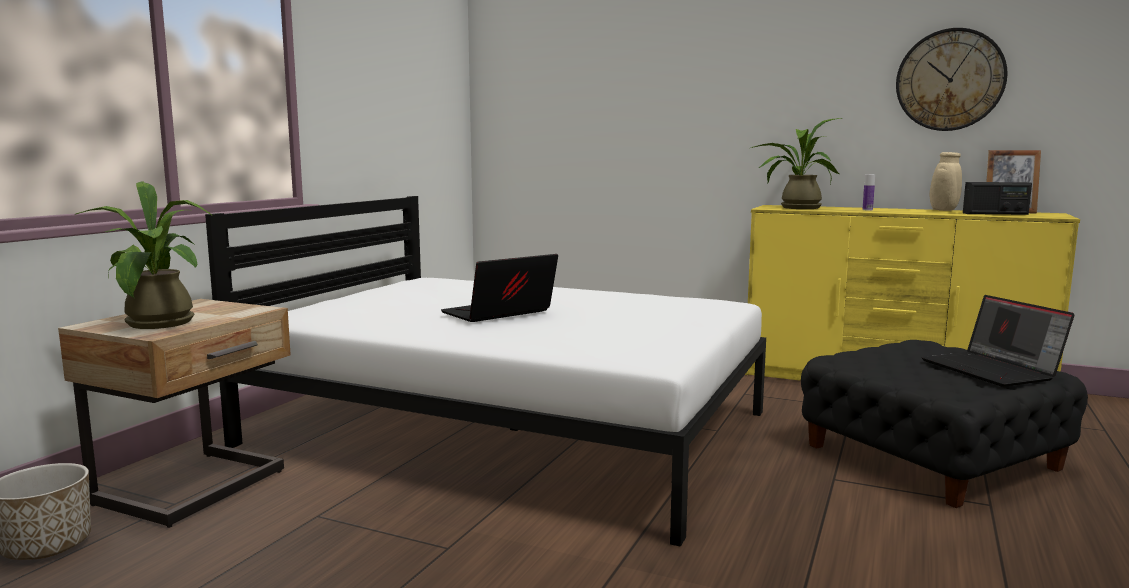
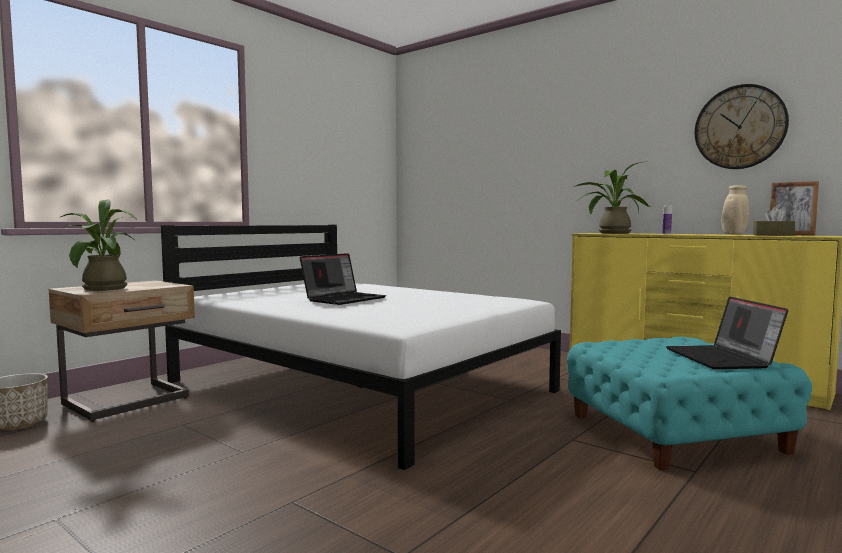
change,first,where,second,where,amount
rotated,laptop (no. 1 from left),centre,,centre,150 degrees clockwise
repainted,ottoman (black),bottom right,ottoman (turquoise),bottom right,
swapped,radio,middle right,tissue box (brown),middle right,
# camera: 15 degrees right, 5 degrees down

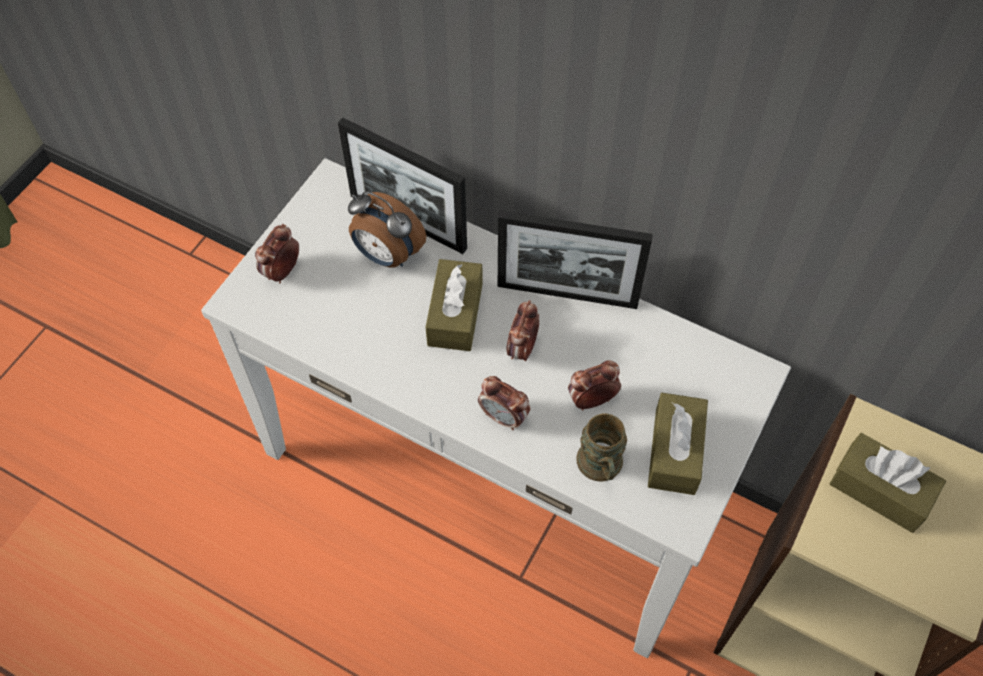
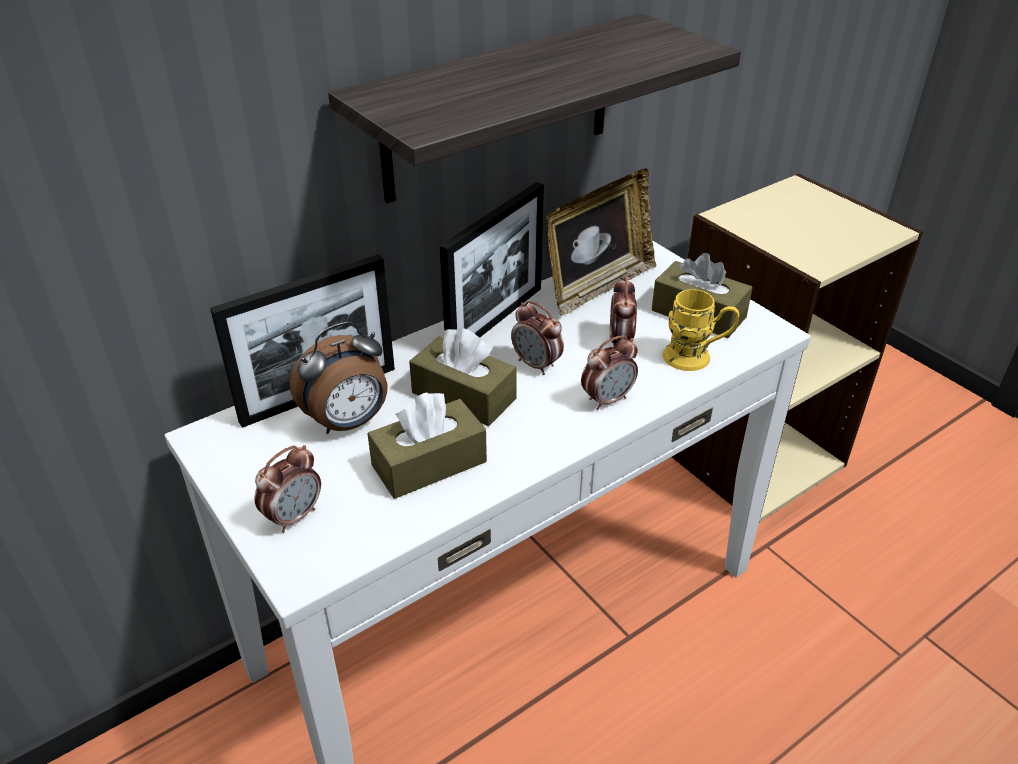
change,first,where,second,where,amount
rotated,alarm clock (no. 1 from left),middle left,,middle left,105 degrees counterclockwise
repainted,mug (brown),centre,mug (yellow),middle right,
shifted,tissue box (brown) (no. 3 from left in the first image),bottom right,tissue box (brown) (no. 1 from left),centre,
new,,,shelf,top centre,
new,,,picture frame (no. 3 from left),top centre,
# camera: 65 degrees left, 20 degrees down

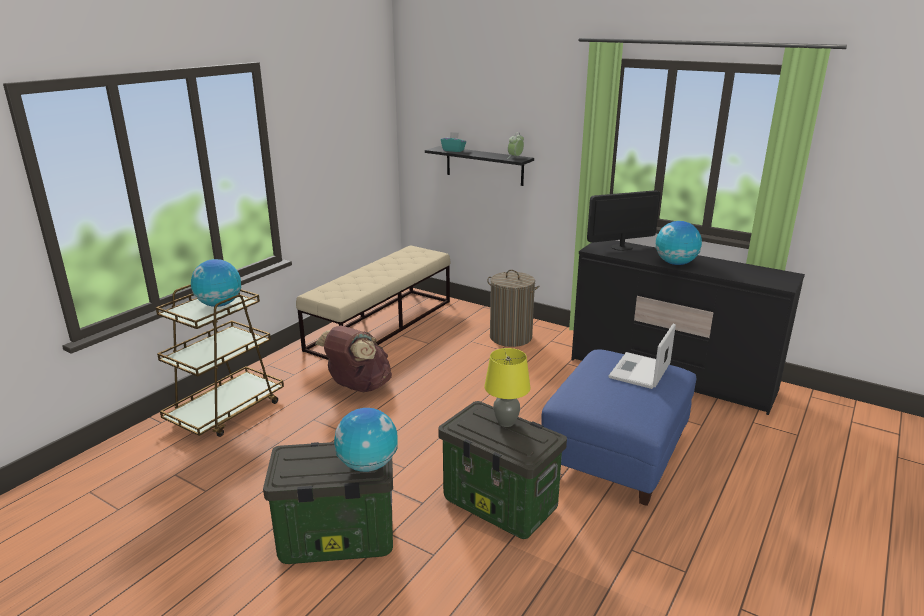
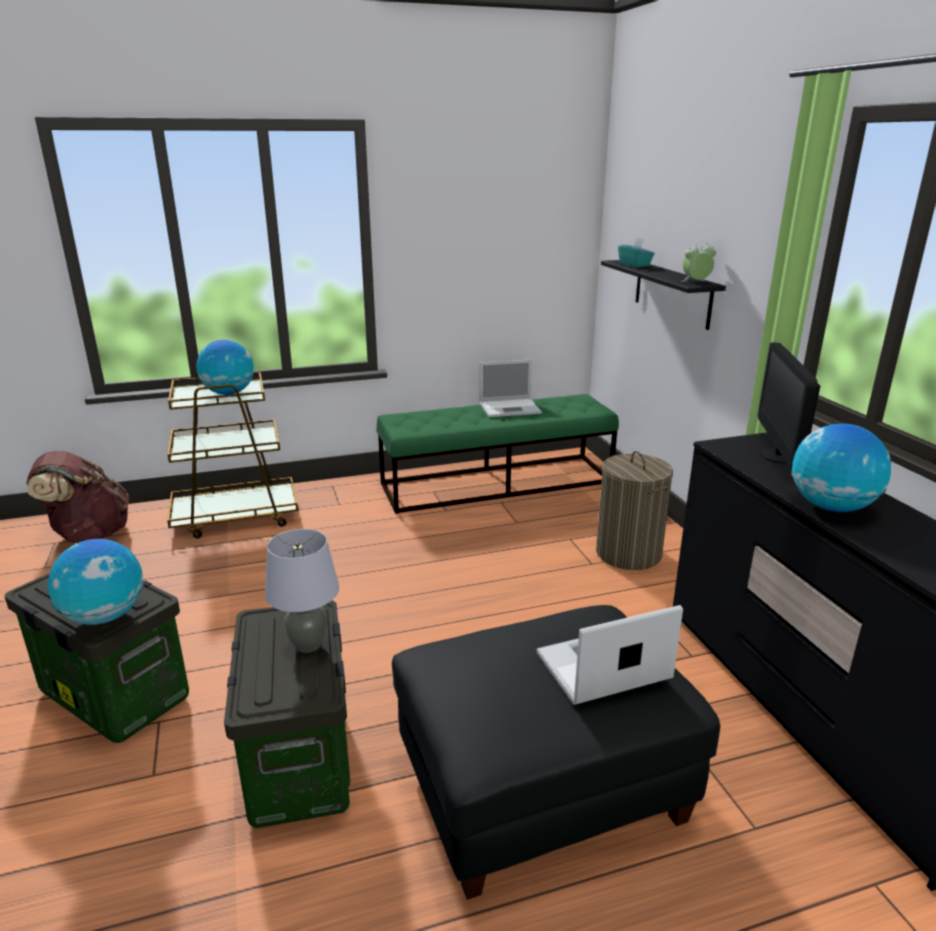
change,first,where,second,where,amount
repainted,bench (beige),centre,bench (green),centre,
shifted,backpack (brown),centre,,middle left,
repainted,table lamp (yellow),centre,table lamp (grey),middle left,
repainted,ottoman (blue),bottom right,ottoman (black),bottom centre,
rotated,monitor,middle right,,middle right,105 degrees counterclockwise
new,,,laptop (no. 1 from left),centre,
# camera: 40 degrees right, 0 degrees up

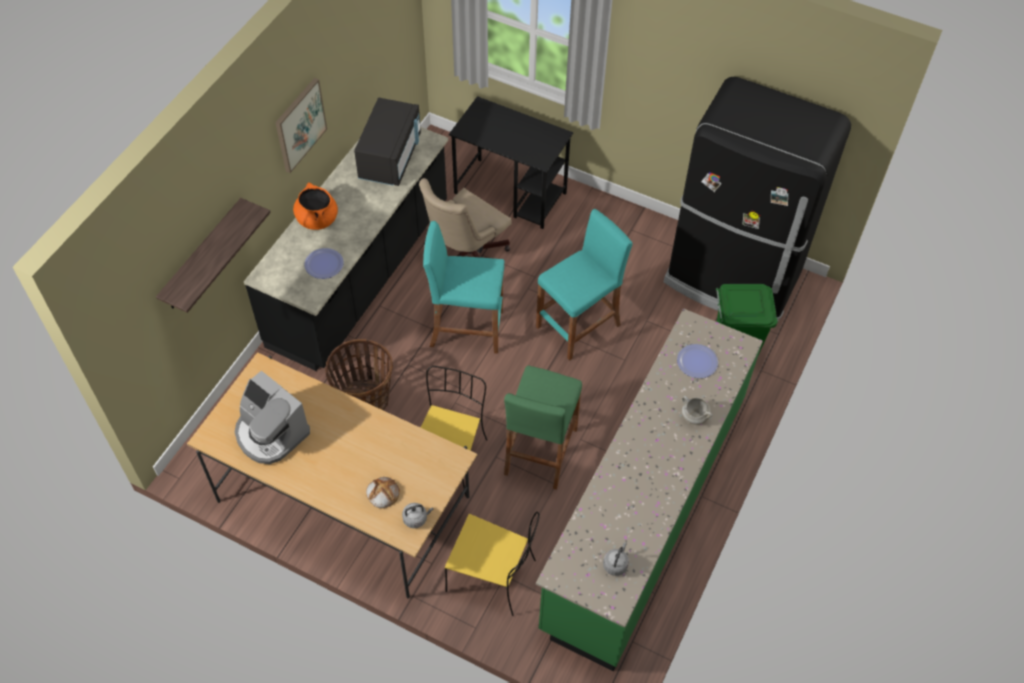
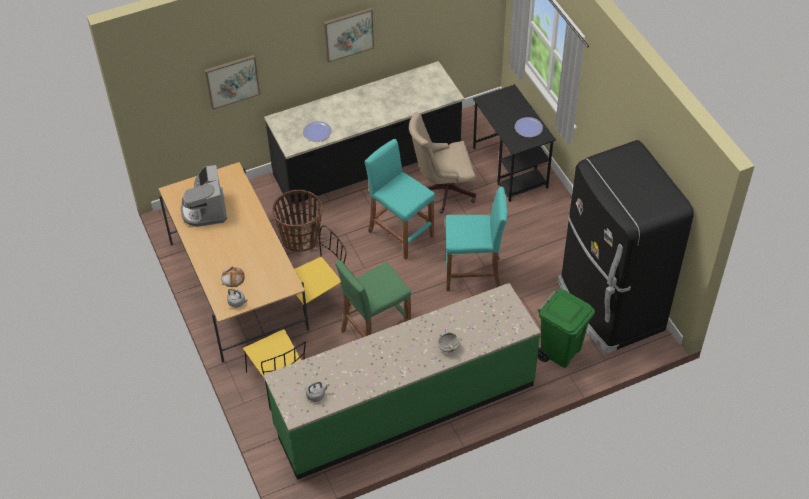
change,first,where,second,where,amount
swapped,shelf,middle left,picture (no. 1 from left),top left,
gone,cooking pot (orange),top left,,,
gone,microwave (black),top centre,,,
shifted,plate (no. 2 from left),middle right,,top centre,
# camera: 40 degrees right, 5 degrees down

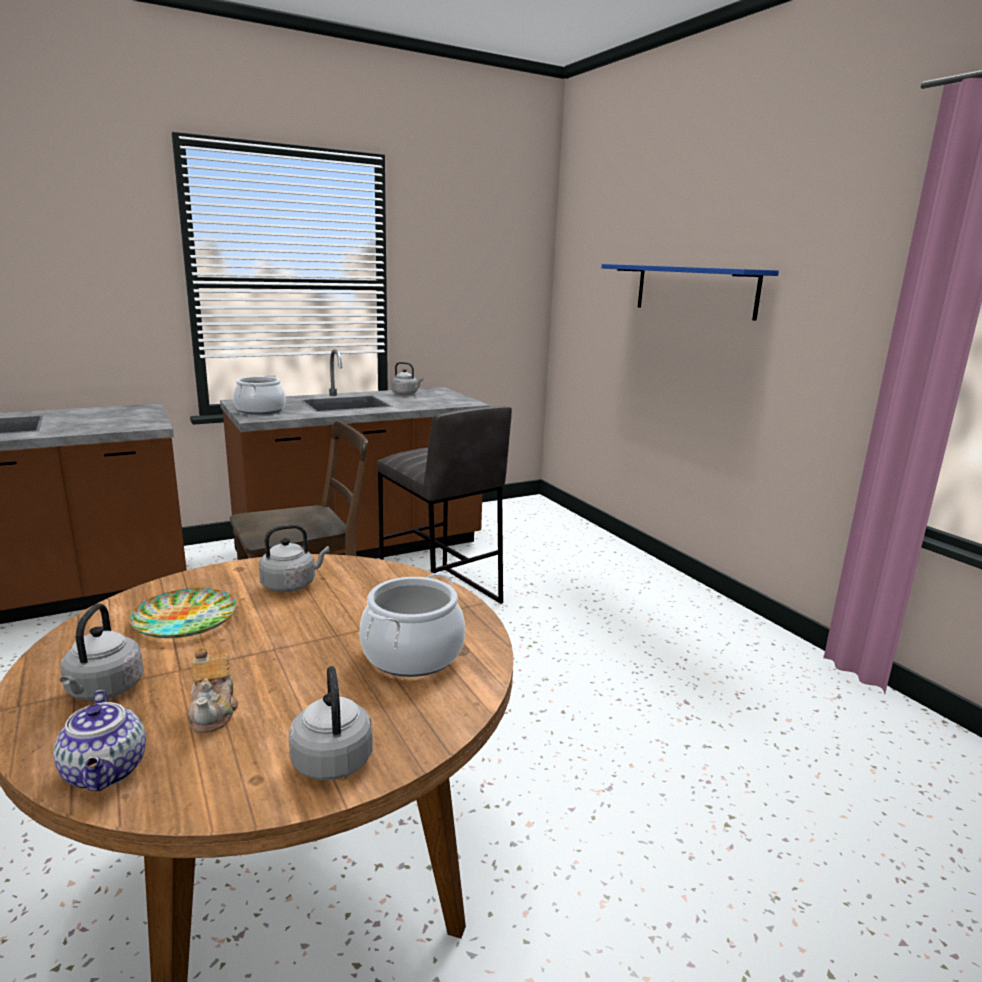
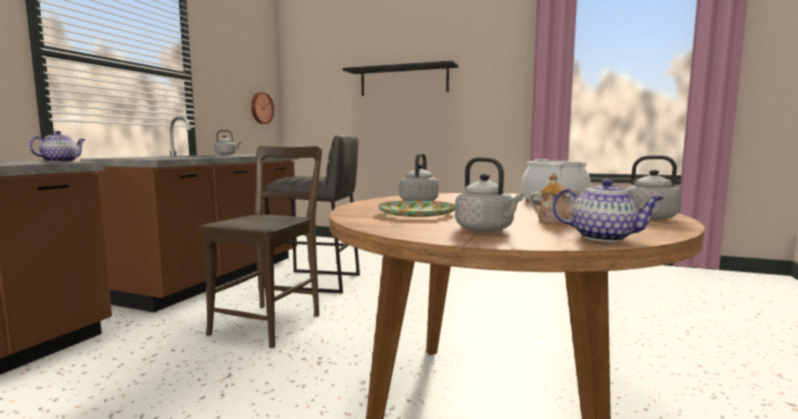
change,first,where,second,where,amount
gone,cooking pot (no. 1 from left),middle left,,,
repainted,shelf (blue),top right,shelf (black),top centre,
new,,,teapot (no. 1 from left),middle left,
new,,,wall clock,top left,
# camera: 40 degrees left, 10 degrees down

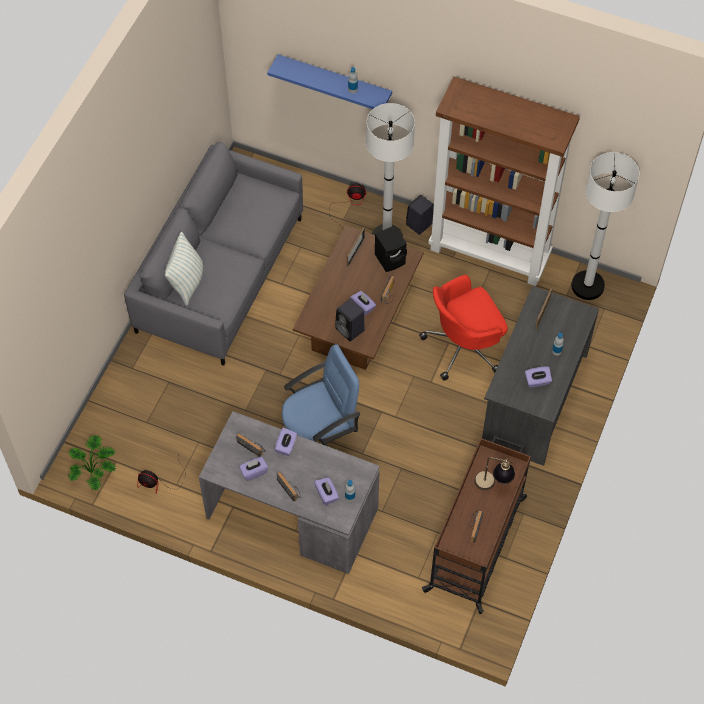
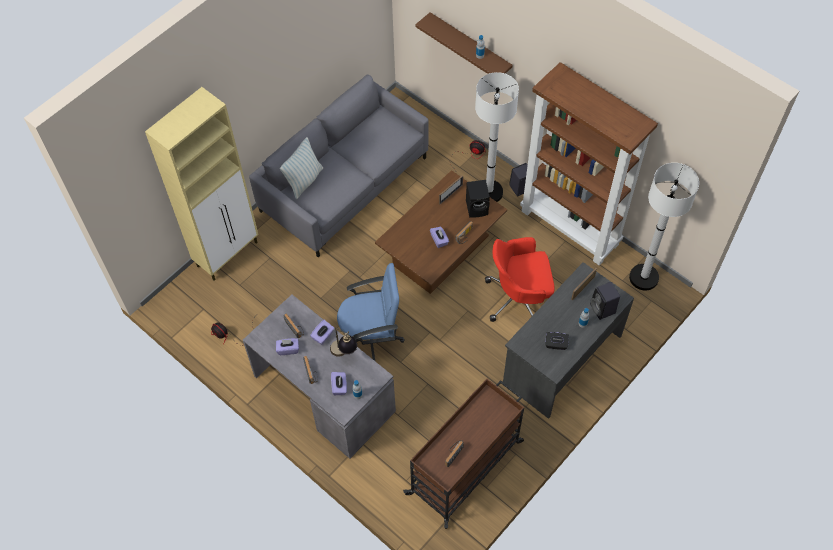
change,first,where,second,where,amount
gone,potted plant,middle left,,,
repainted,shelf (blue),top centre,shelf (brown),top centre,
shifted,speaker (black) (no. 1 from left in the first image),centre,speaker (black) (no. 3 from left),middle right,
shifted,table lamp,bottom right,,centre,
repainted,tissue box (purple) (no. 5 from left),middle right,tissue box (black),middle right,
new,,,cabinet (beige),middle left,
# camera: 20 degrees right, 0 degrees up

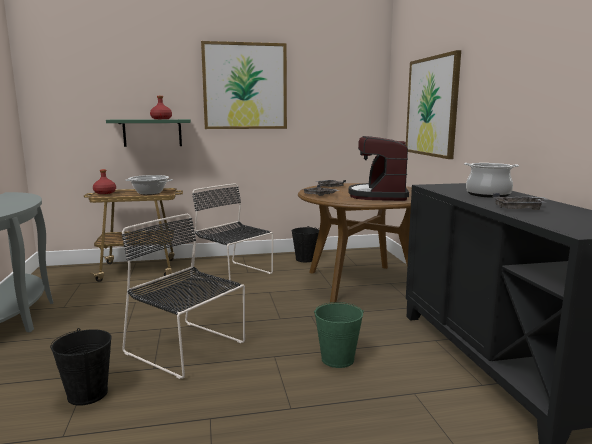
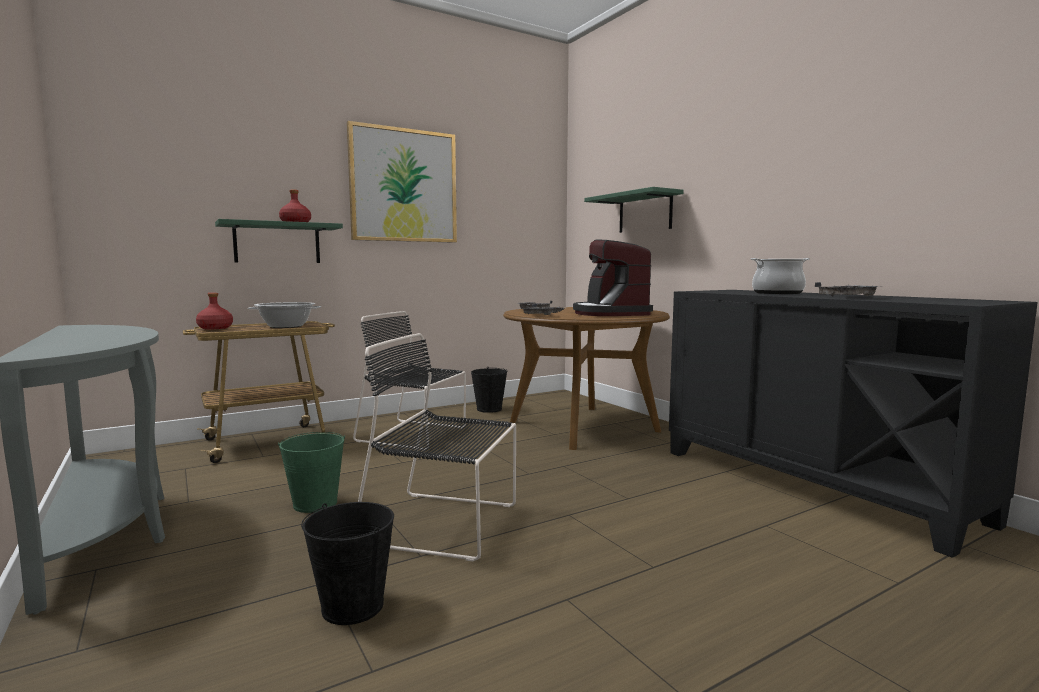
change,first,where,second,where,amount
shifted,bucket (green),bottom centre,,bottom left,
swapped,picture (no. 2 from left),top right,shelf (green) (no. 2 from left),top centre,
# camera: 20 degrees left, 5 degrees down

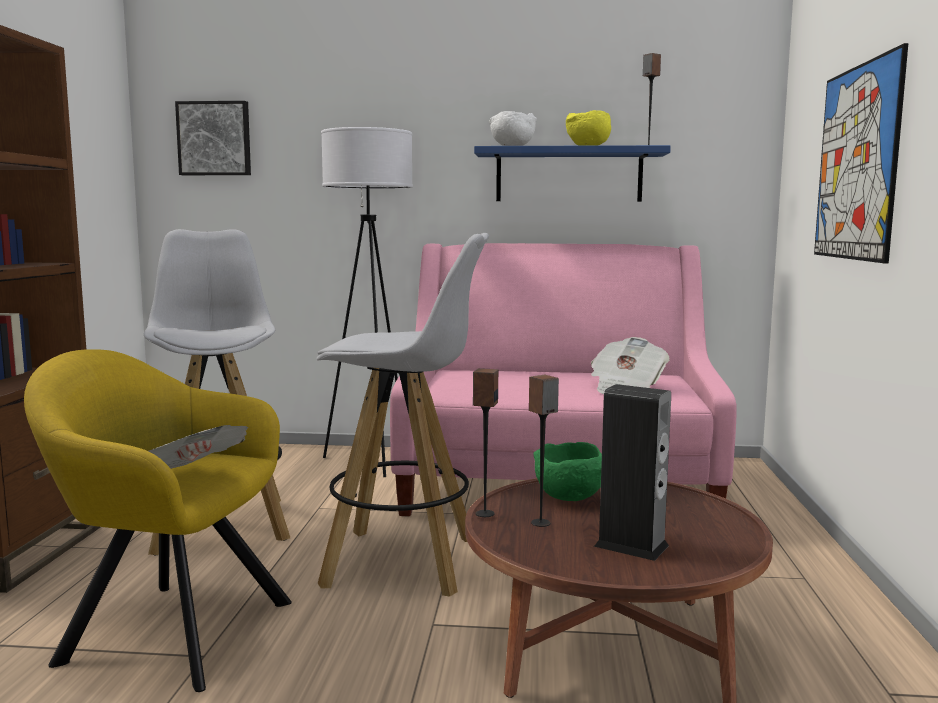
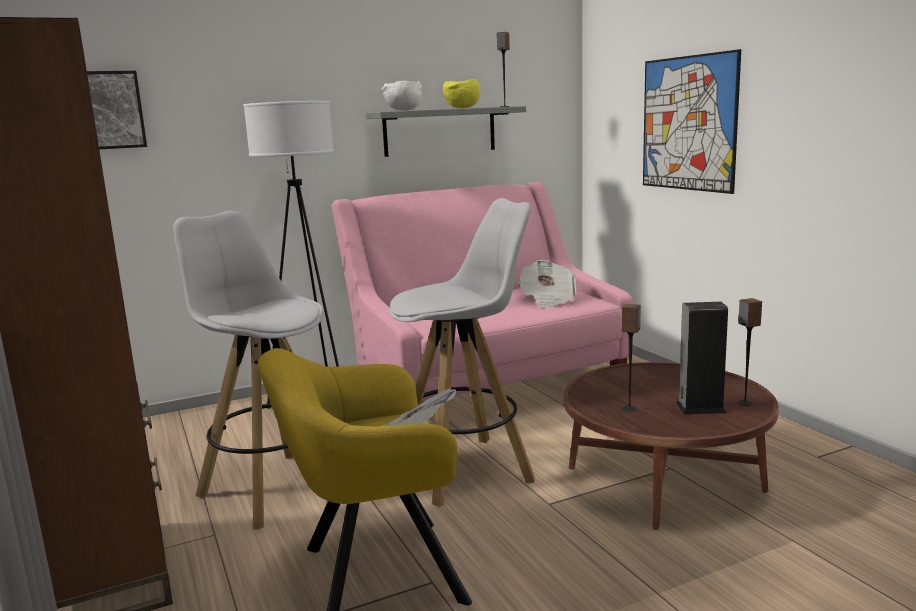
change,first,where,second,where,amount
shifted,speaker (no. 1 from left in the first image),centre,speaker (no. 4 from left),middle right,
repainted,shelf (blue),top centre,shelf (grey),top centre,
gone,bowl (green),bottom centre,,,
# camera: 30 degrees left, 5 degrees up

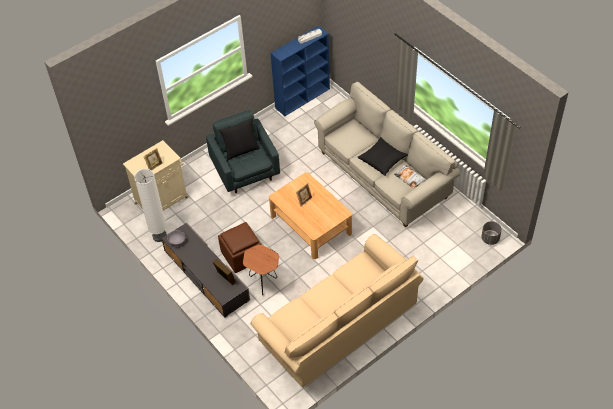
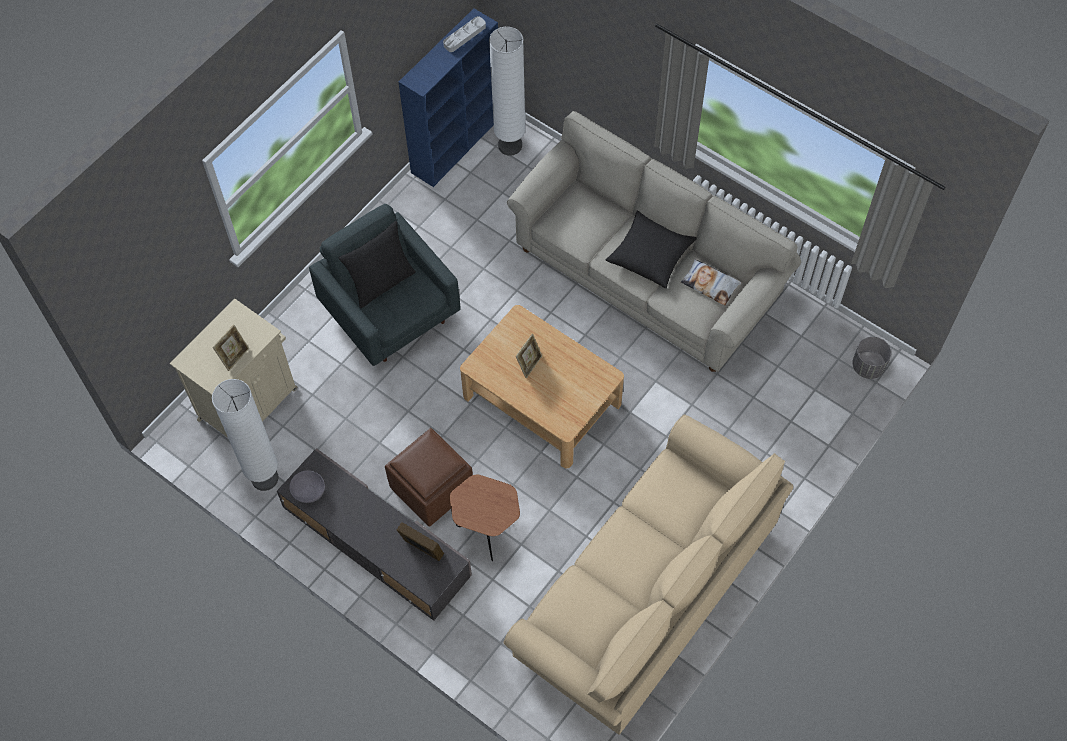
change,first,where,second,where,amount
new,,,floor lamp (white) (no. 2 from left),top centre,
# camera: 15 degrees left, 10 degrees up

